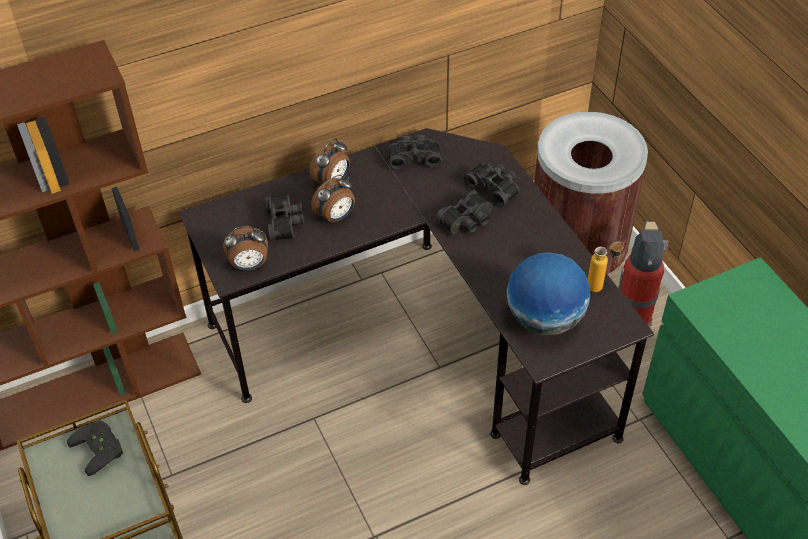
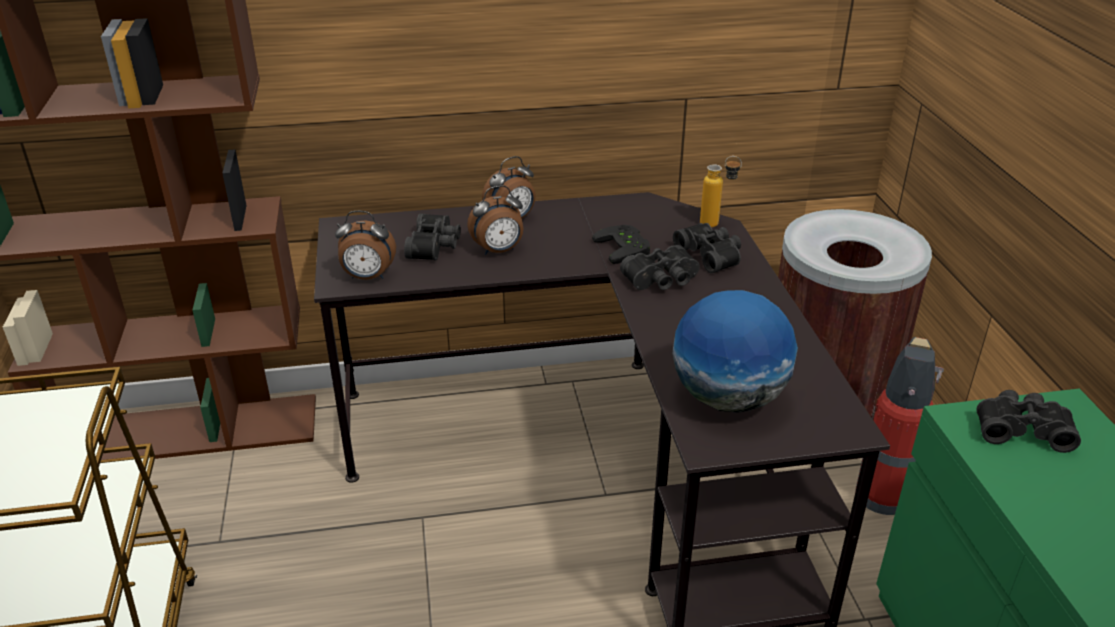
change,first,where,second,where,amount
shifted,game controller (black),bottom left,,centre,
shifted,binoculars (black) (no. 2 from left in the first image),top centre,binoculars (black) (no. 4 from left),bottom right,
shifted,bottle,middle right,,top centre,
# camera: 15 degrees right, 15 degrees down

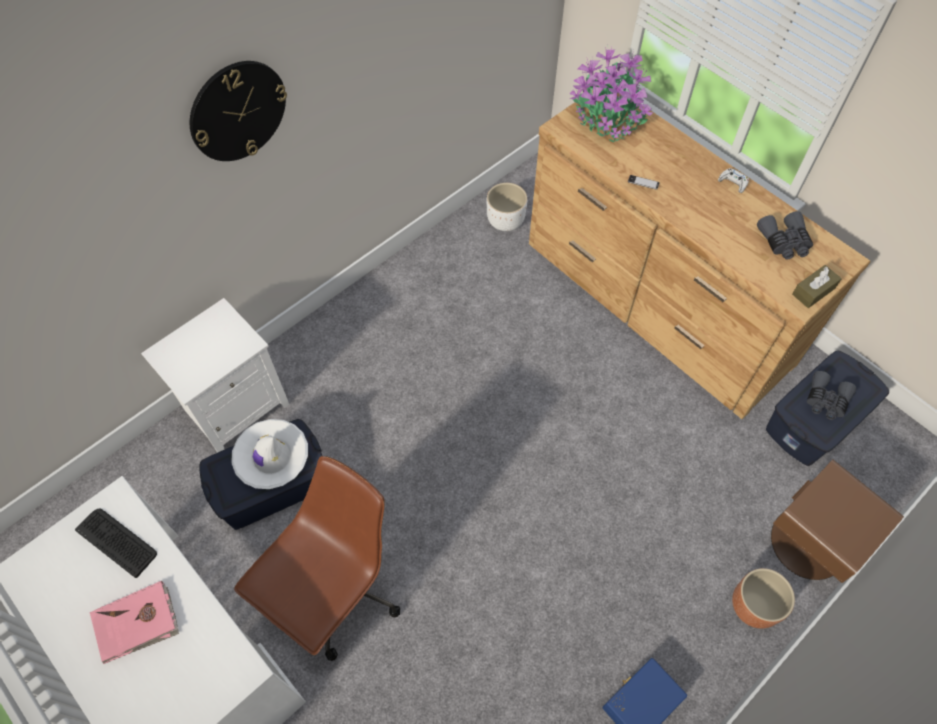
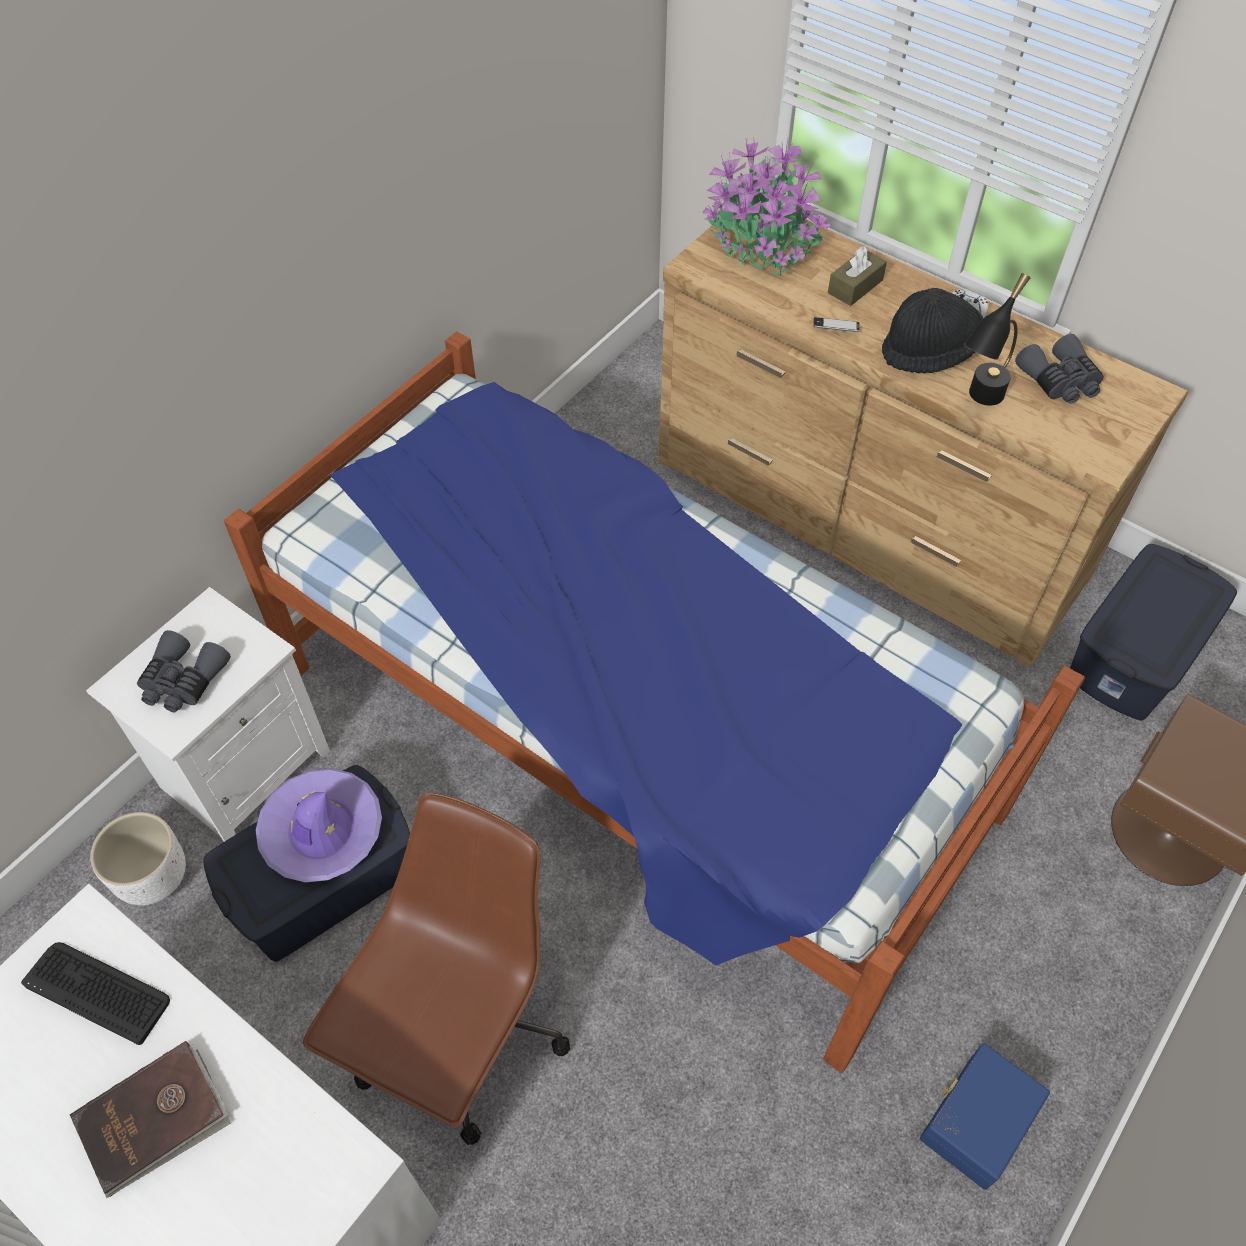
change,first,where,second,where,amount
repainted,book (pink),bottom left,book (brown),bottom left,
gone,wall clock,top left,,,
repainted,hat (white),middle left,hat (purple),middle left,
shifted,planter (white),top centre,,bottom left,
gone,planter (brown),bottom right,,,
shifted,tissue box (brown),middle right,,top right,
shifted,binoculars (grey) (no. 2 from left in the first image),middle right,binoculars (grey) (no. 1 from left),middle left,
new,,,bed,centre,
new,,,hat (black),top right,
new,,,table lamp (black),top right,
# camera: 10 degrees left, 5 degrees down

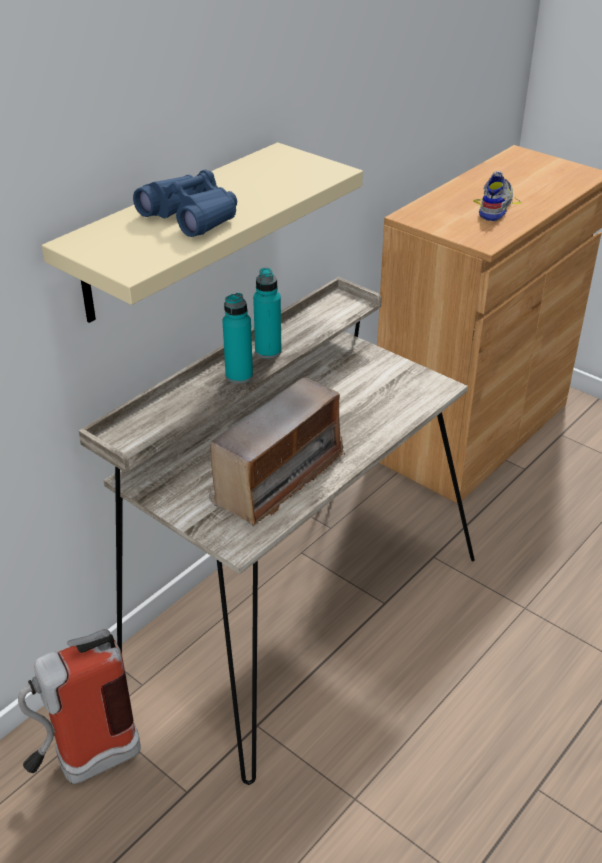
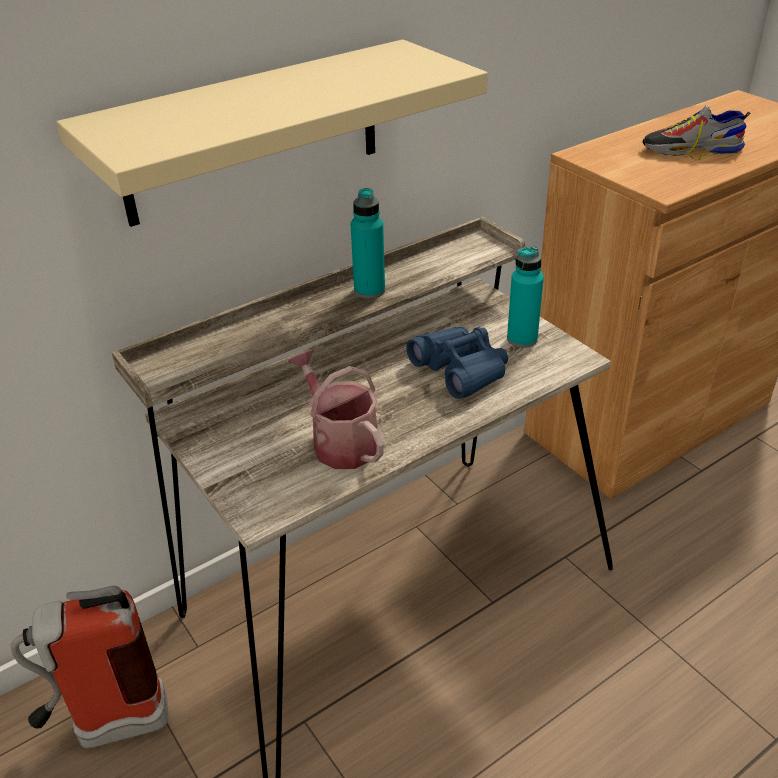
change,first,where,second,where,amount
shifted,binoculars (blue),top left,,centre,
swapped,radio,centre,watering can,centre,
shifted,bottle (turquoise) (no. 1 from left in the first image),centre,bottle (turquoise) (no. 2 from left),middle right,
rotated,shoe,top right,,top right,120 degrees counterclockwise
# camera: 15 degrees right, 0 degrees up

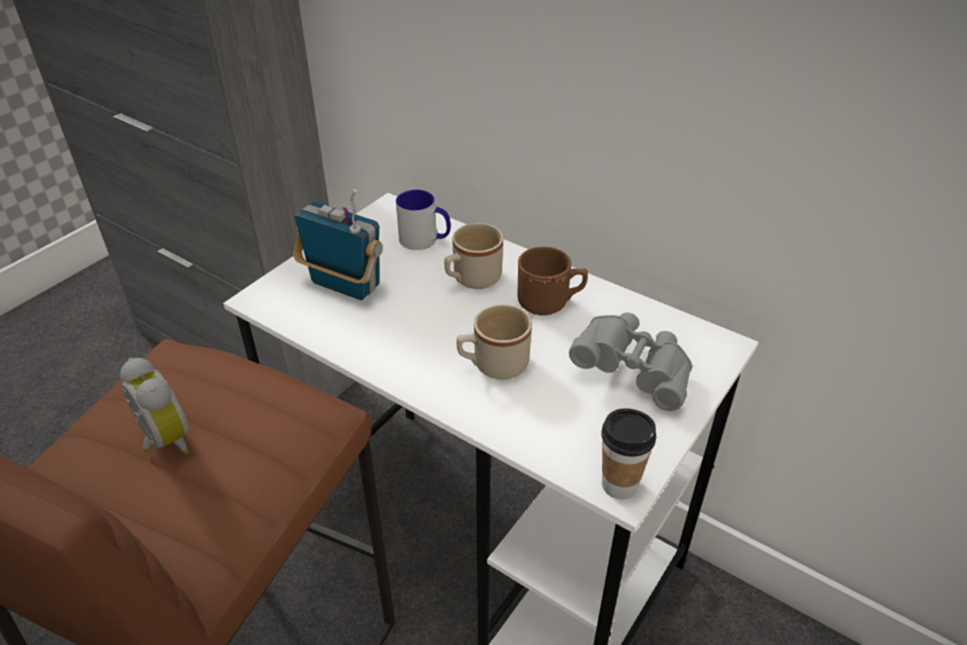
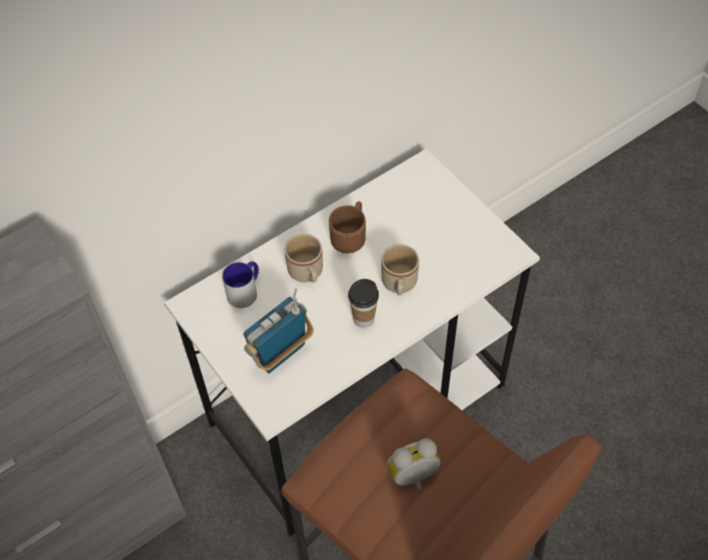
change,first,where,second,where,amount
gone,binoculars (grey),centre,,,
shifted,cup,bottom centre,,centre,
# camera: 70 degrees left, 15 degrees up

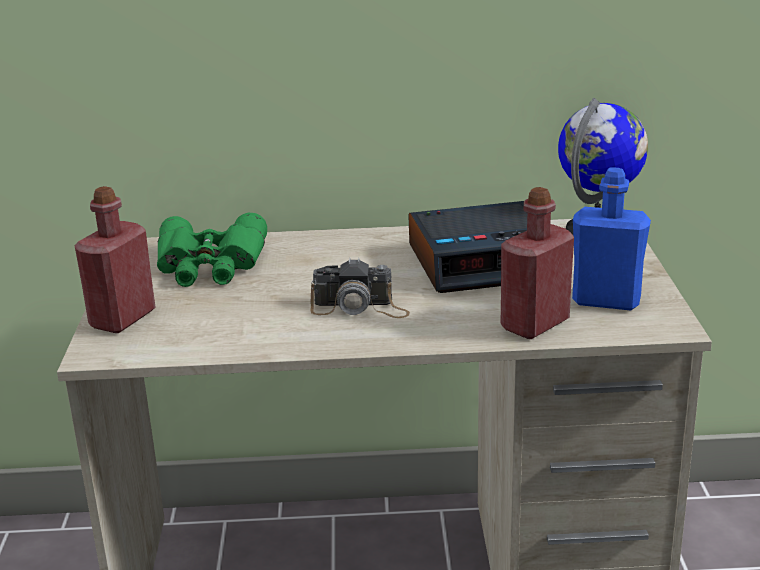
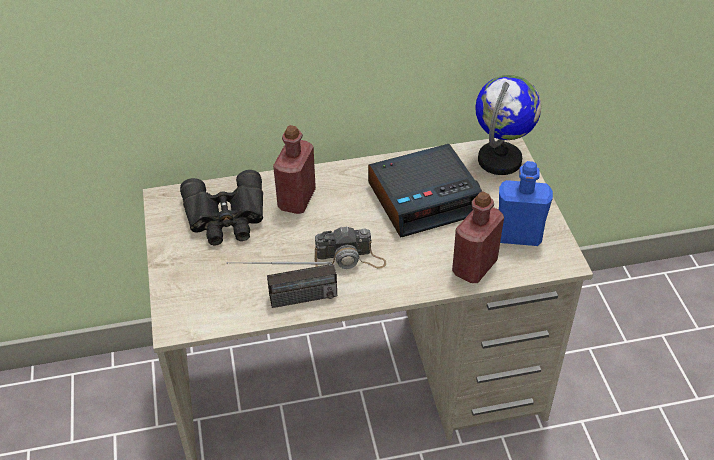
change,first,where,second,where,amount
shifted,bottle (red) (no. 1 from left),middle left,,centre,
repainted,binoculars (green),middle left,binoculars (black),middle left,
new,,,radio,centre,
# camera: 10 degrees left, 20 degrees up

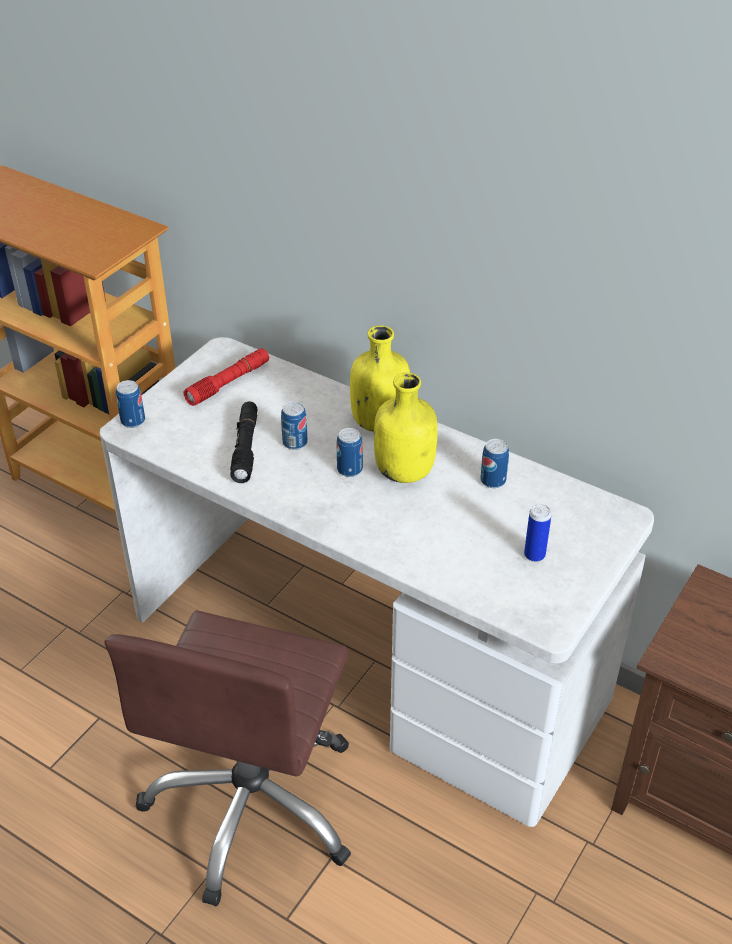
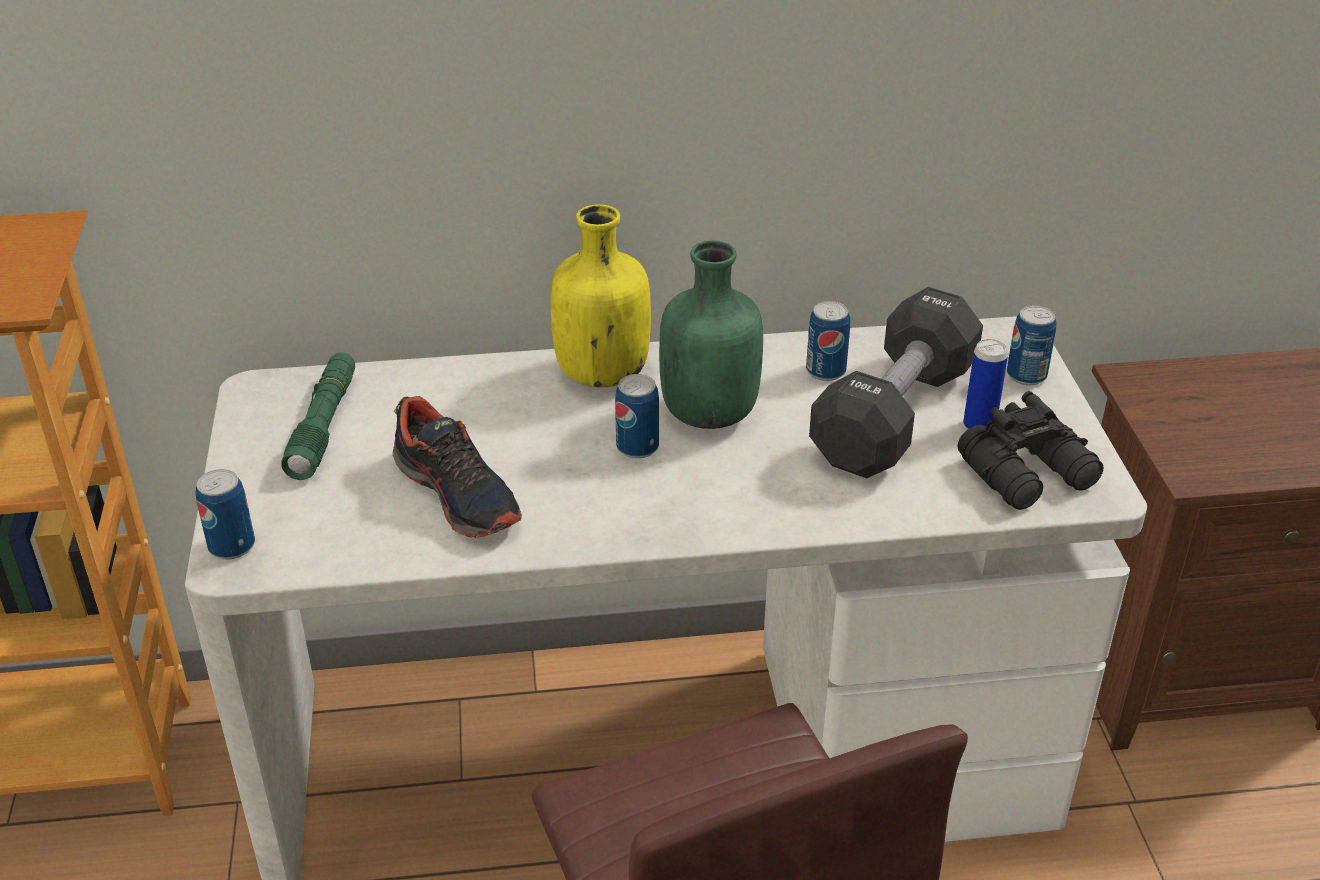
change,first,where,second,where,amount
repainted,flashlight (red),middle left,flashlight (green),middle left,
swapped,flashlight (black),middle left,shoe,centre,
shifted,can (no. 2 from left in the first image),centre,can (no. 5 from left),middle right,
repainted,bottle (yellow) (no. 2 from left),centre,bottle (green),centre,
new,,,dumbbell (black),middle right,
new,,,binoculars (black),middle right,
# camera: 40 degrees left, 5 degrees down

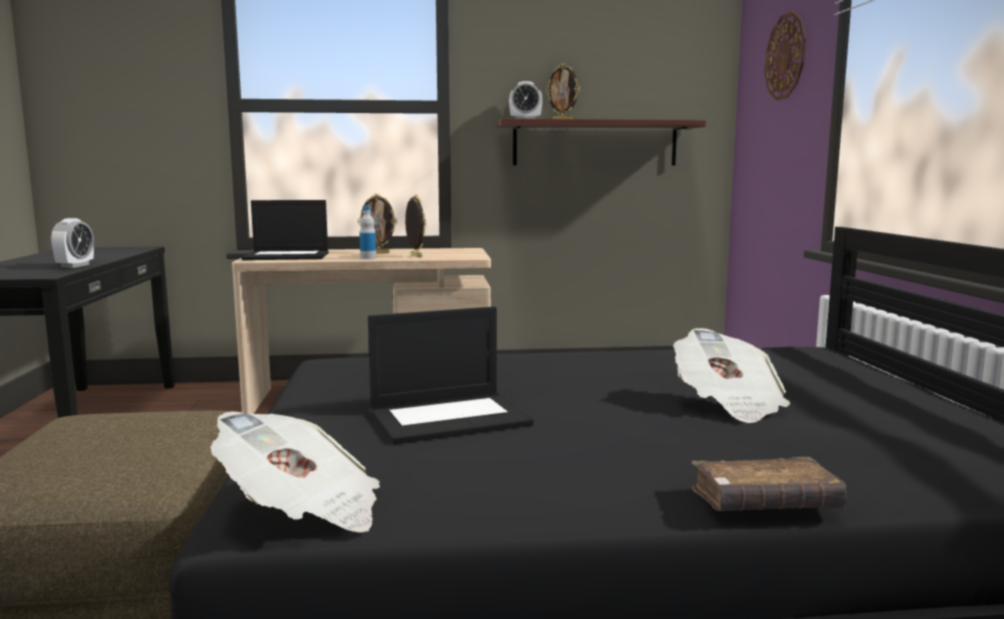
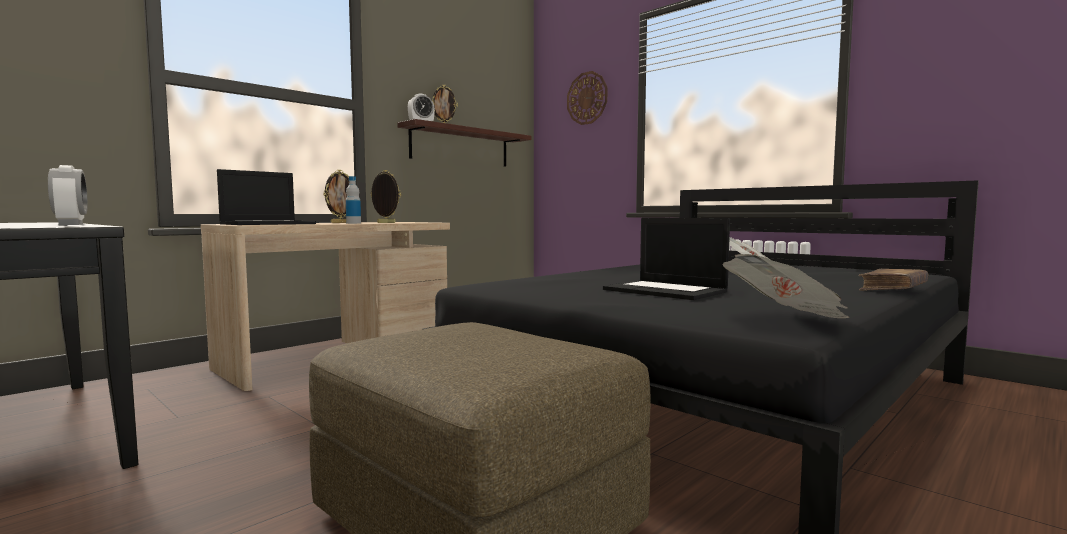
change,first,where,second,where,amount
rotated,laptop (no. 2 from left),centre,,centre,105 degrees clockwise
# camera: 40 degrees left, 5 degrees down

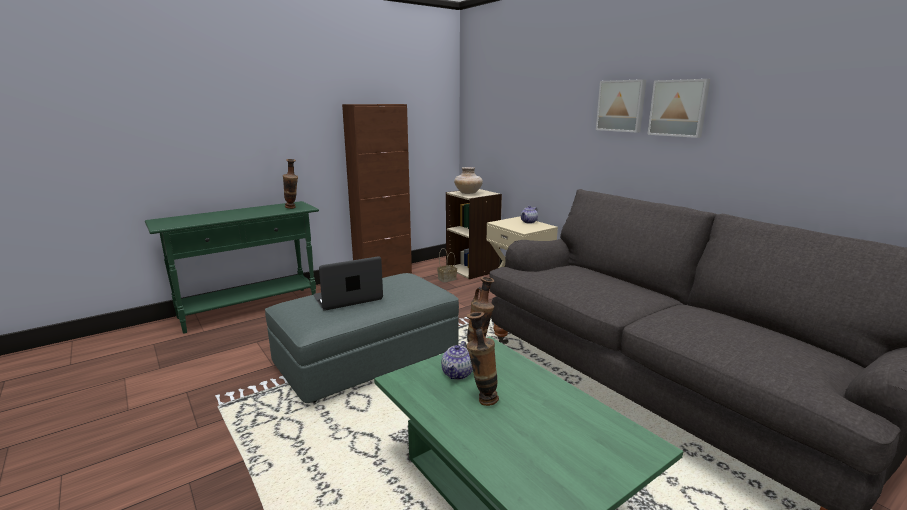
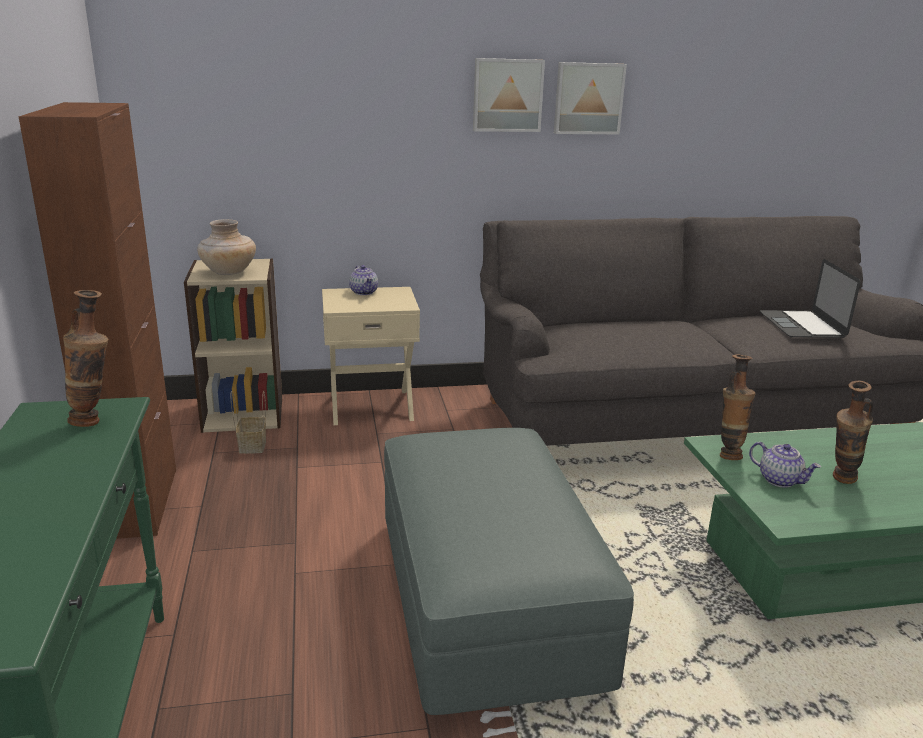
change,first,where,second,where,amount
shifted,laptop,centre,,middle right,
# camera: 65 degrees left, 5 degrees up

